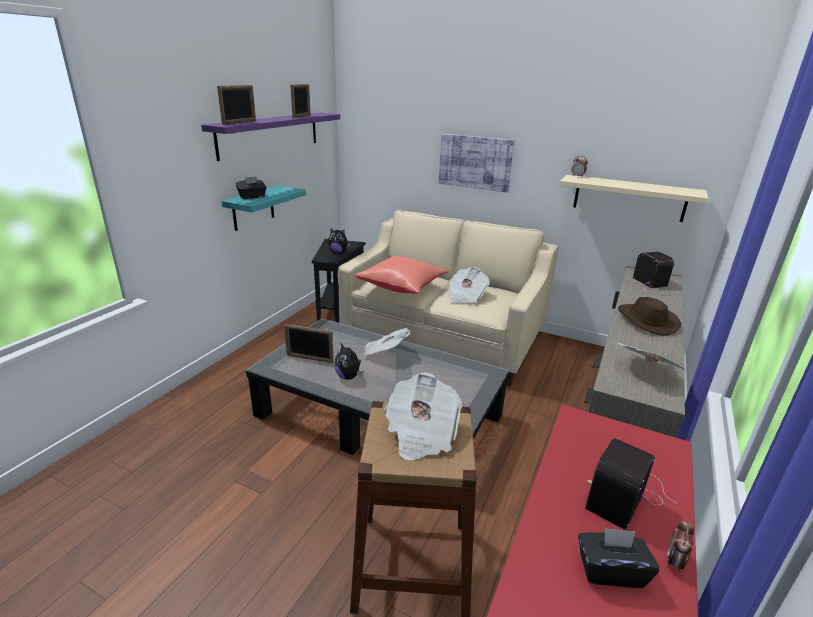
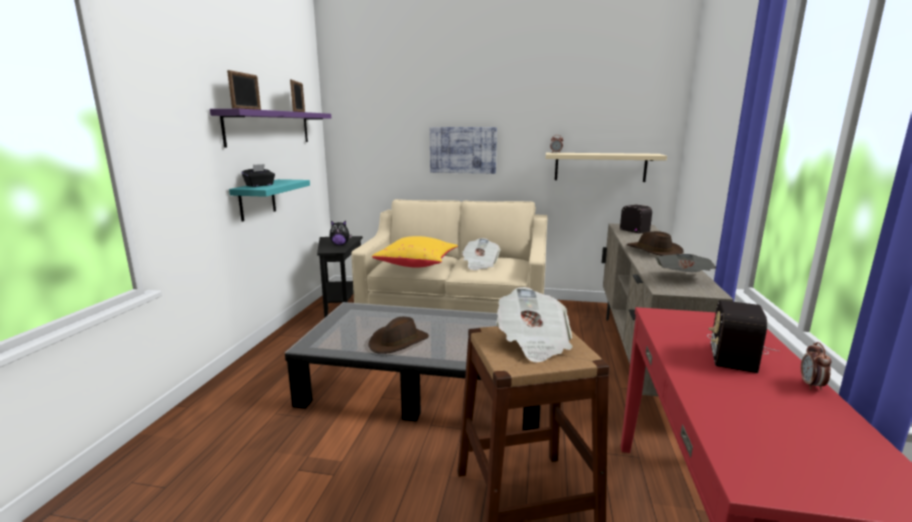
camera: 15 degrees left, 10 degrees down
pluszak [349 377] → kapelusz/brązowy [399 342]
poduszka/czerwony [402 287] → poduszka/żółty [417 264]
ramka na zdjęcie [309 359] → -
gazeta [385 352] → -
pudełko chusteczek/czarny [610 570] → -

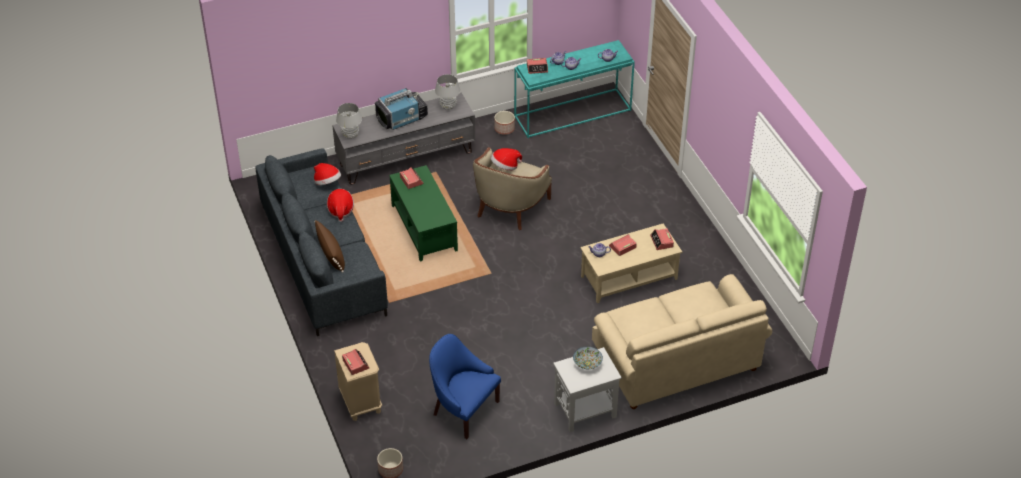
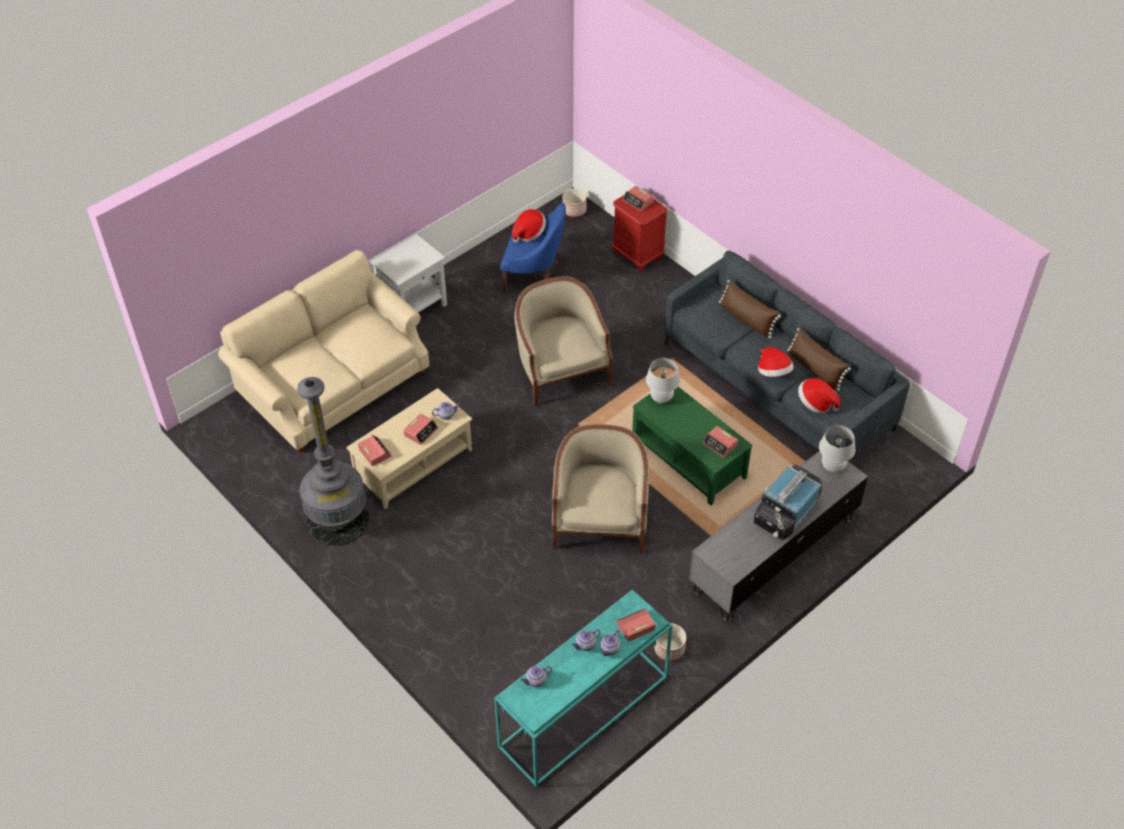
camera: 160 degrees right, 5 degrees up
- → lampa stojąca/szary [338 520]
kapelusz [505 166] → kapelusz [529 233], move
- → fotel/beżowy [561 370]
szafka nocna/beżowy [360 402] → szafka nocna/czerwony [637 256]
lampa stołowa/biały [448 106] → lampa stołowa/biały [661 398], move
- → poduszka/brązowy [815 369]
miska [587 363] → -

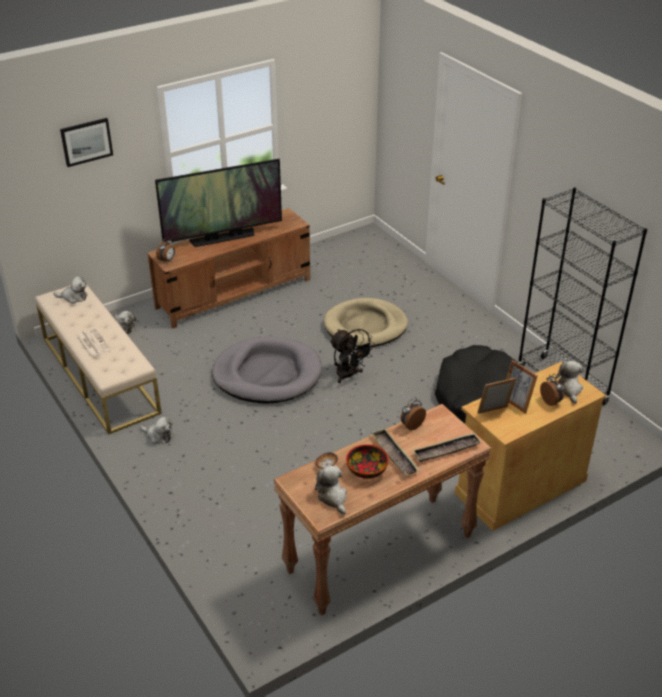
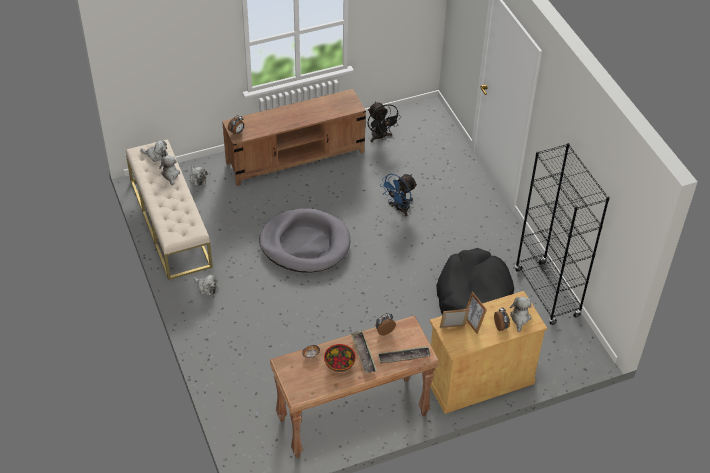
camera: 10 degrees right, 10 degrees up
pluszak [333 497] → pluszak [170 175], move
wentylator/czarny [348 375] → wentylator/czarny [380 137], move
legowisko/beżowy [365 326] → wentylator/niebieski [399 208]
obraz [86 141] → -
gazeta [92 343] → -
telewizor [223 238] → -

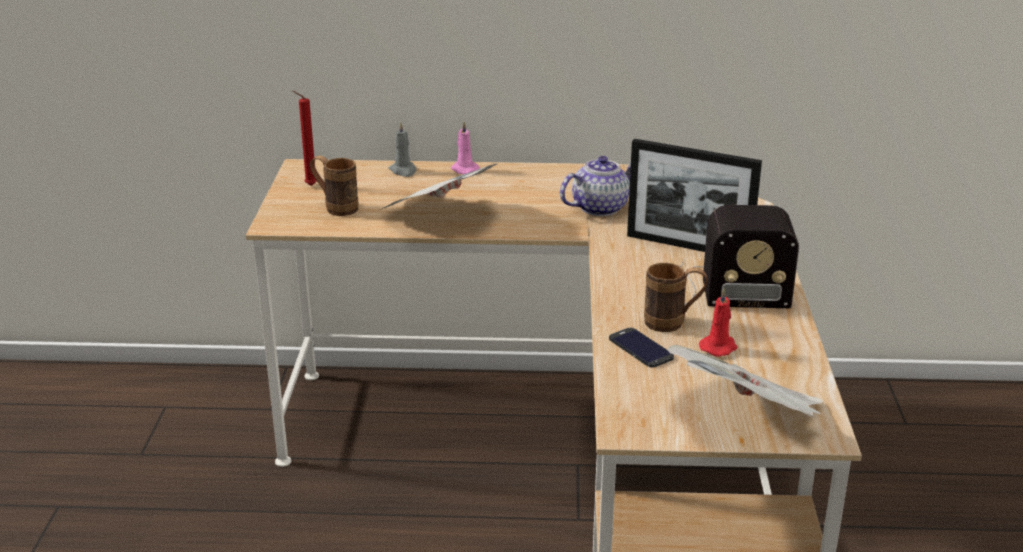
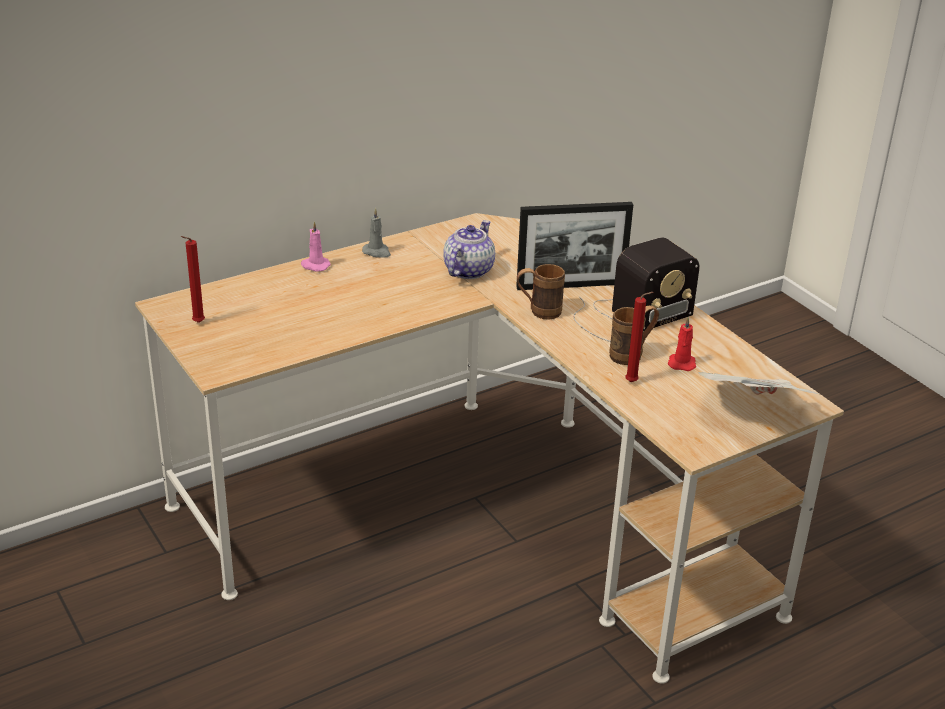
camera: 35 degrees left, 5 degrees up
świeca/szary [403 171] → świeca/szary [377 252], move
kubek/brązowy [335 207] → kubek/brązowy [538 312], move
telefon [641 348] → świeca/czerwony [633 382]
gazeta [437 216] → -

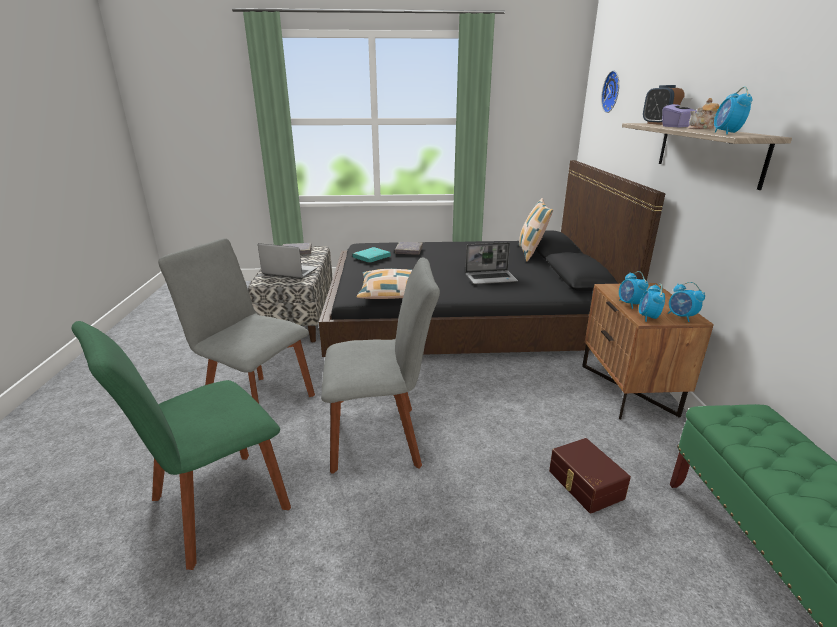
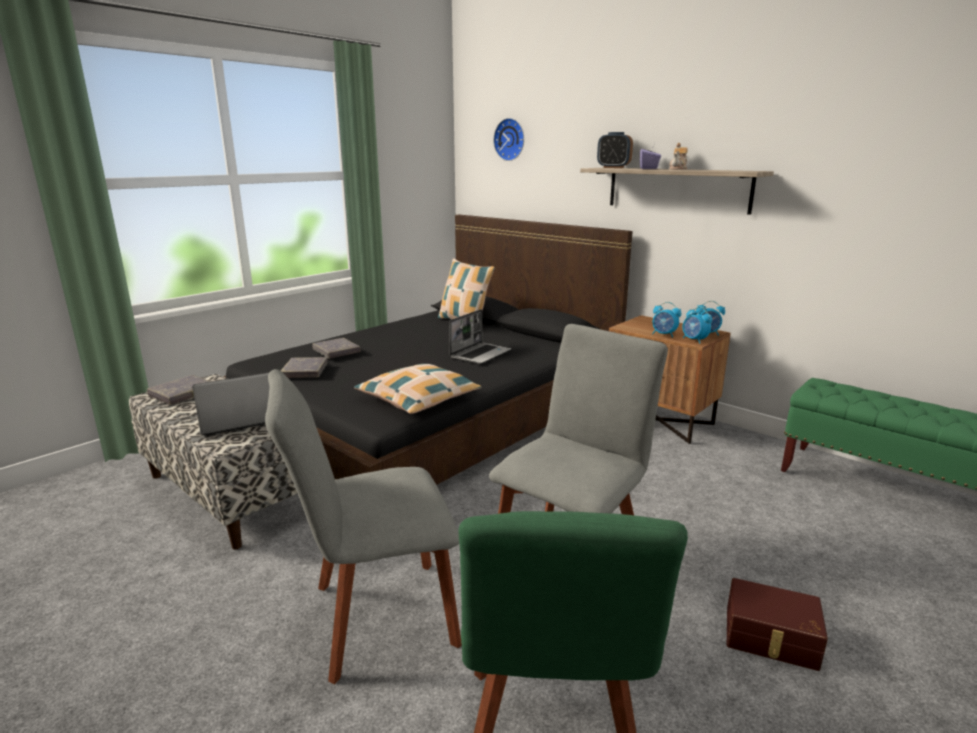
camera: 45 degrees left, 5 degrees down
książka/turkusowy [371 257] → książka/szary [305 371]
pojemnik do przechowywania/brązowy [584 485] → pojemnik do przechowywania/brązowy [771 638], move
budzik [726 133] → -

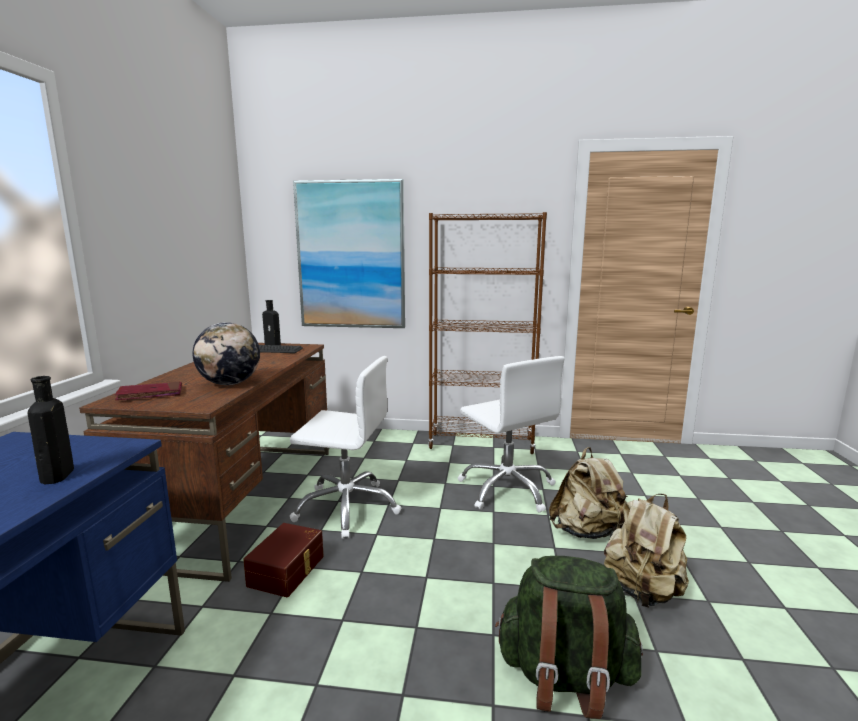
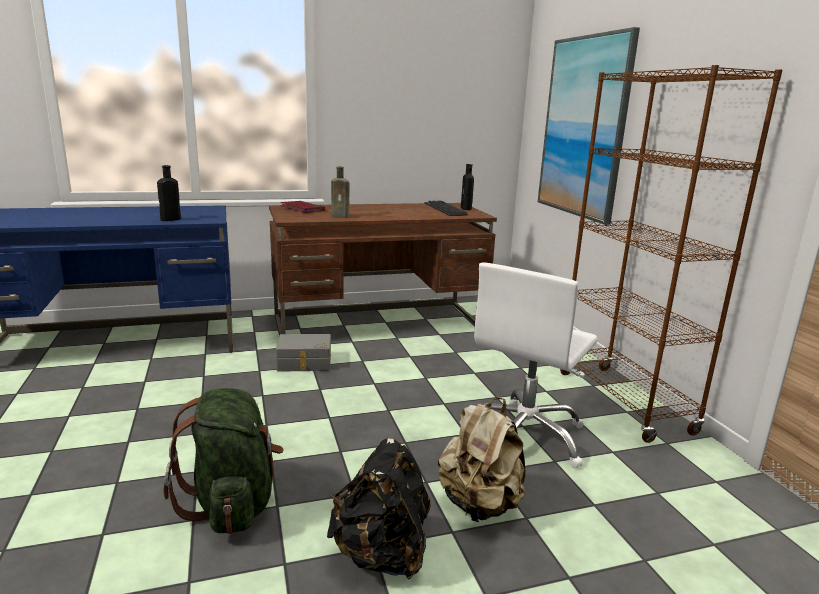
camera: 65 degrees right, 5 degrees up
pojemnik do przechowywania/brązowy [288 571] → pojemnik do przechowywania/szary [304 363]
plecak/beżowy [643 591] → plecak/czarny [382 554]
globus [230 383] → butelka/brązowy [341 216]
krzesło biurowe/biały [347 507] → -

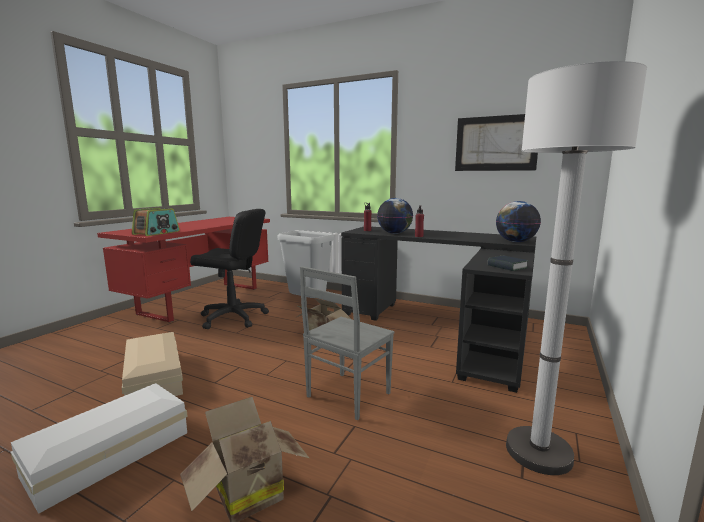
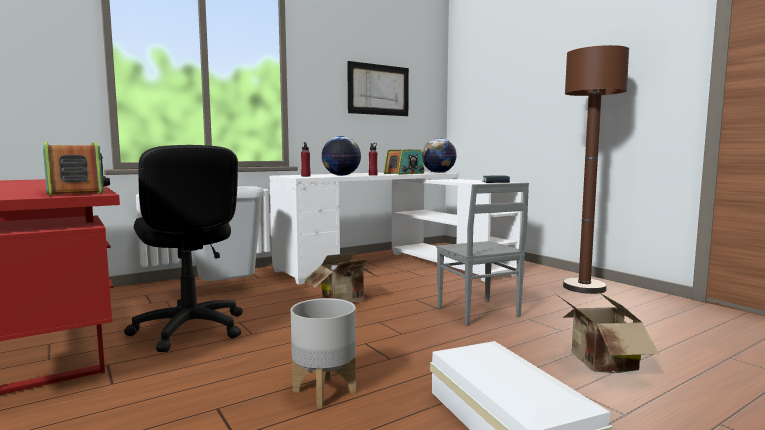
camera: 60 degrees left, 5 degrees down
krzesło biurowe/czarny [233 318] → krzesło biurowe/czarny [190 329], 105 degrees clockwise
biurko/czarny [445 329] → biurko/biały [396 266]
pojemnik do przechowywania/beżowy [155 376] → donica/szary [324 391]
- → radio [404 173]
lampa stojąca/biały [538 452] → lampa stojąca/brązowy [584 287]

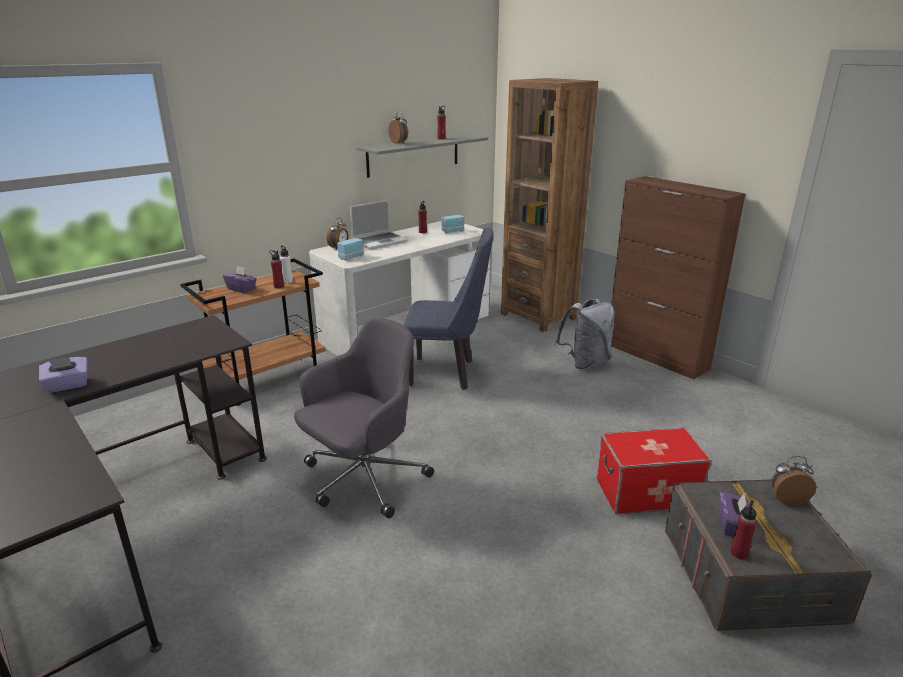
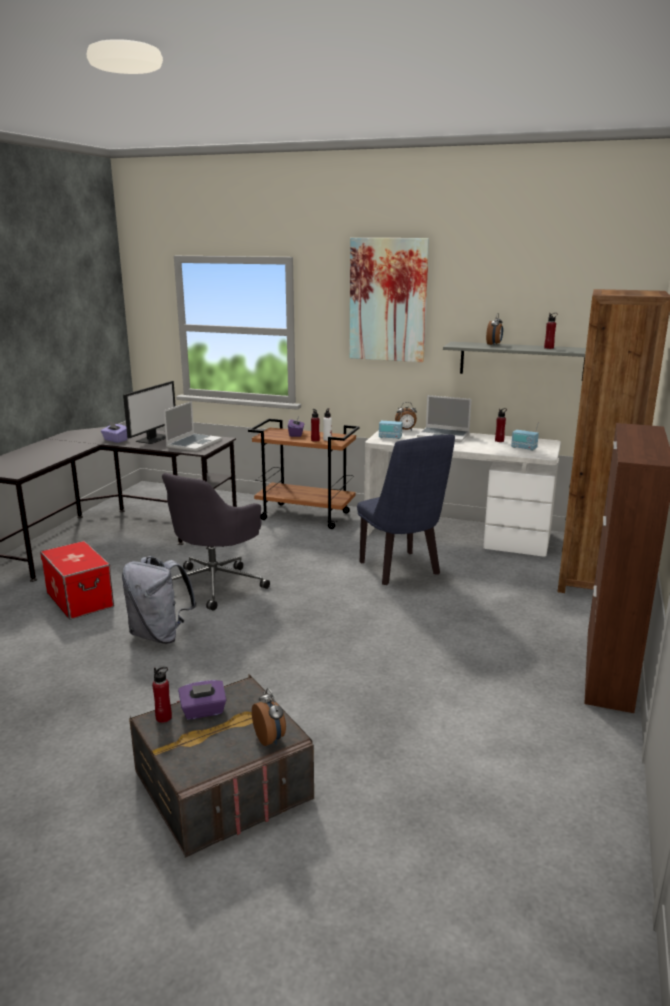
camera: 60 degrees right, 5 degrees down
pojemnik do przechowywania [647 492] → pojemnik do przechowywania [80 599], move
plecak/szary [585 362] → plecak/szary [160 635], move
- → monitor [153 438]
krzesło biurowe/szary [363 479] → krzesło biurowe/szary [215 584], 105 degrees clockwise
- → laptop [194 443]
- → obraz [388 300]

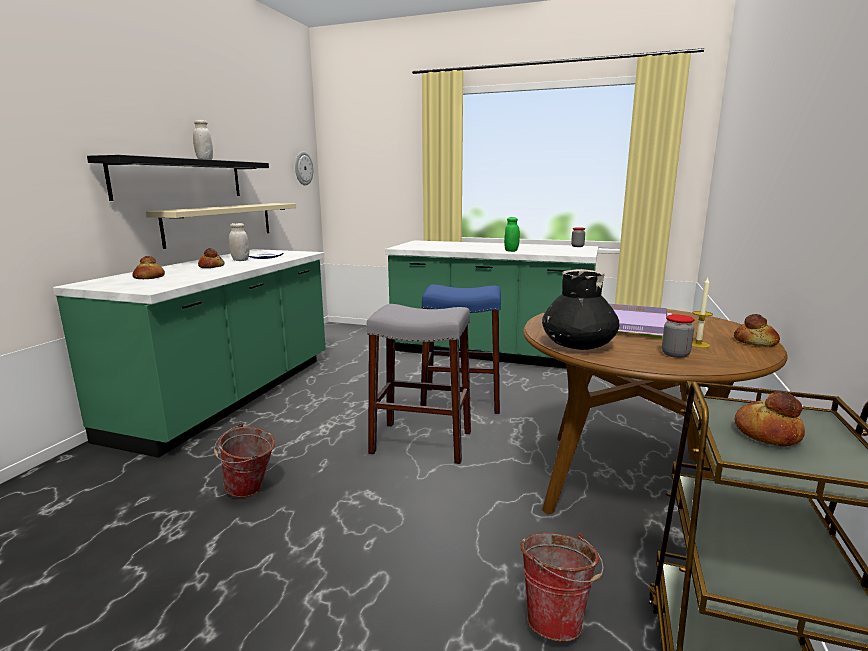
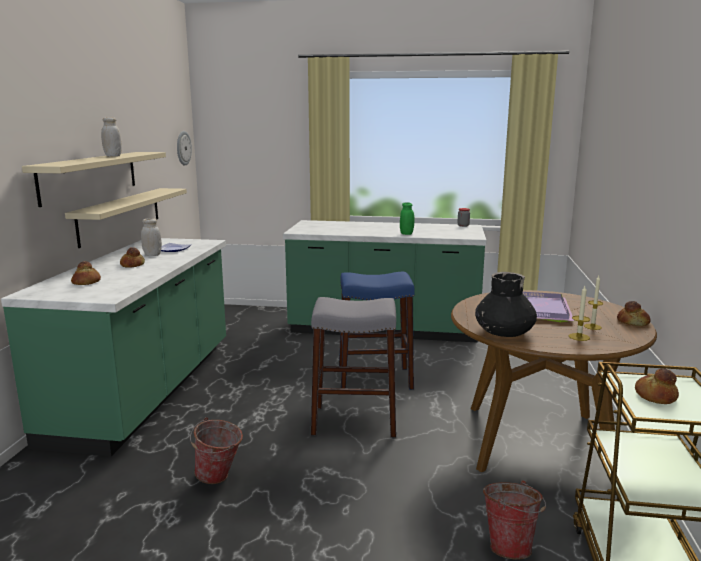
camera: 10 degrees left, 0 degrees up
półka/czarny [181 179] → półka/beżowy [90 176]
słoik [675 354] → świeca [579 337]

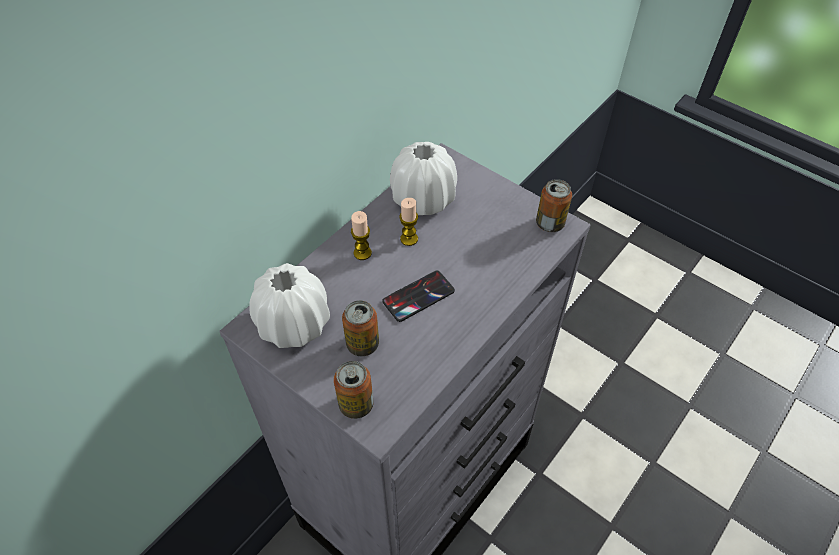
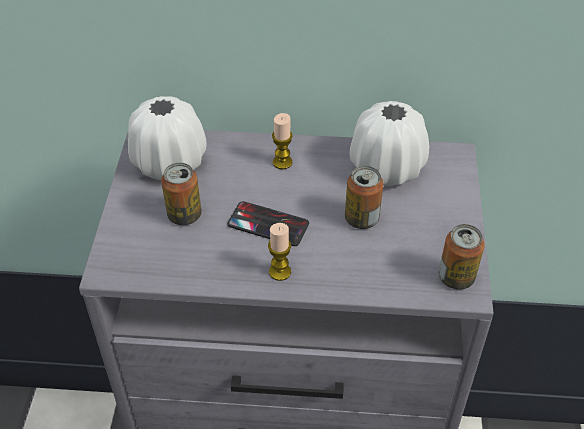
camera: 55 degrees right, 5 degrees down
świeca [409 239] → świeca [280 272], move
puszka [356 404] → puszka [361 219], move

